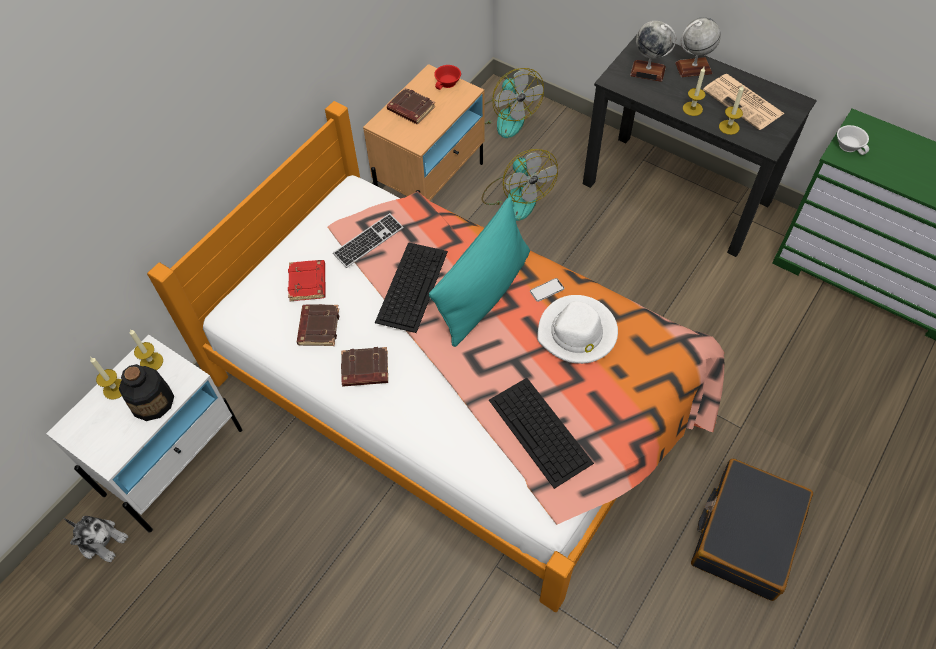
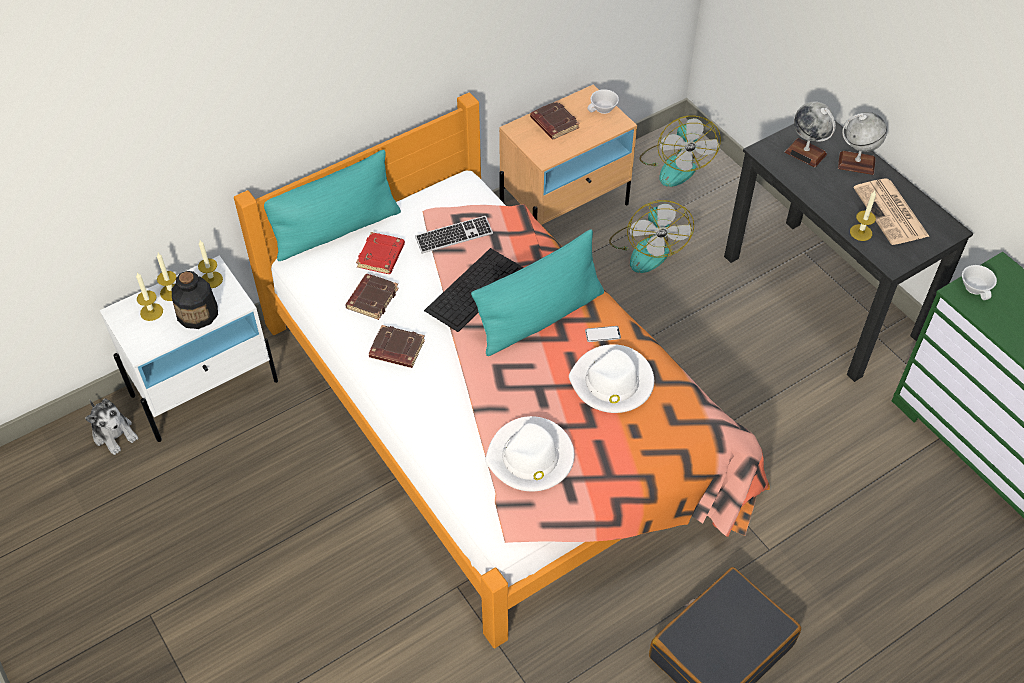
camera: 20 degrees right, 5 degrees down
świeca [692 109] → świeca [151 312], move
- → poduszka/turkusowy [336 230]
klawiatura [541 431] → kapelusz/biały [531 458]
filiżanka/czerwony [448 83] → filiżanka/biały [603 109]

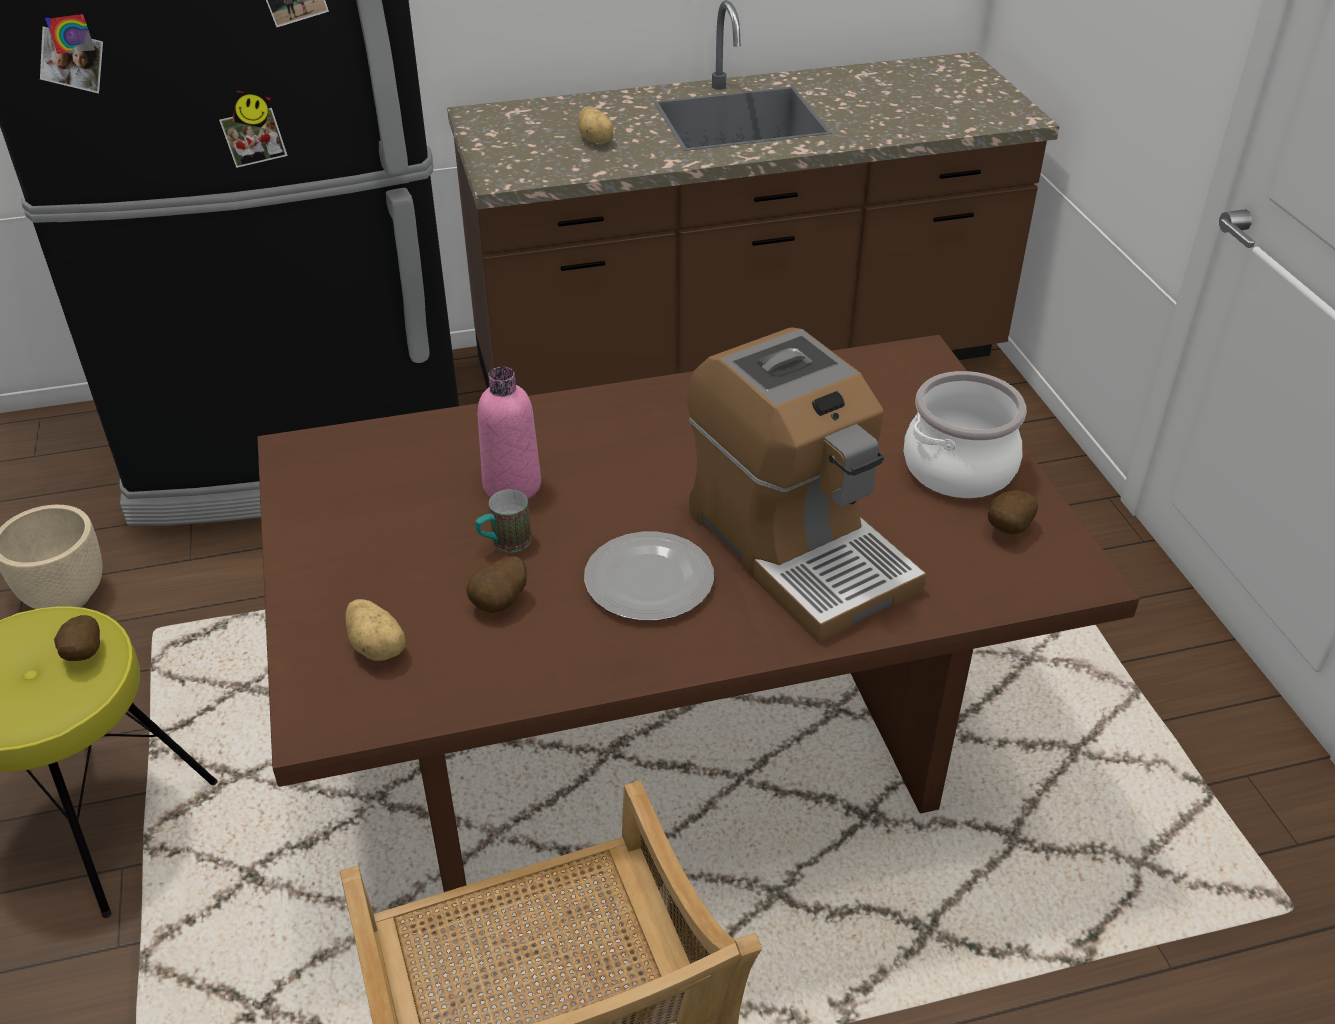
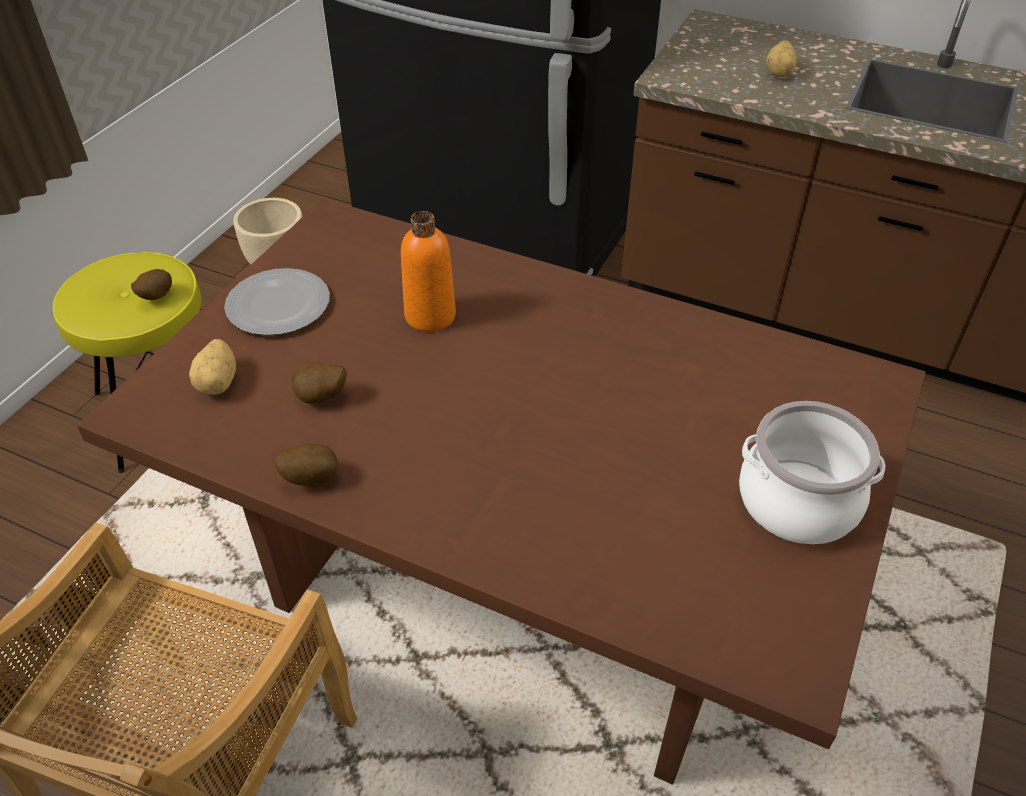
camera: 40 degrees right, 5 degrees up
talerz [651 580] → talerz [279 306], move
ziemniak [1006 529] → ziemniak [311 478], move
butelka/różowy [512 485] → butelka/pomarańczowy [430 316]
kubek [504 543] → -
ekspres do kawy [798 547] → -

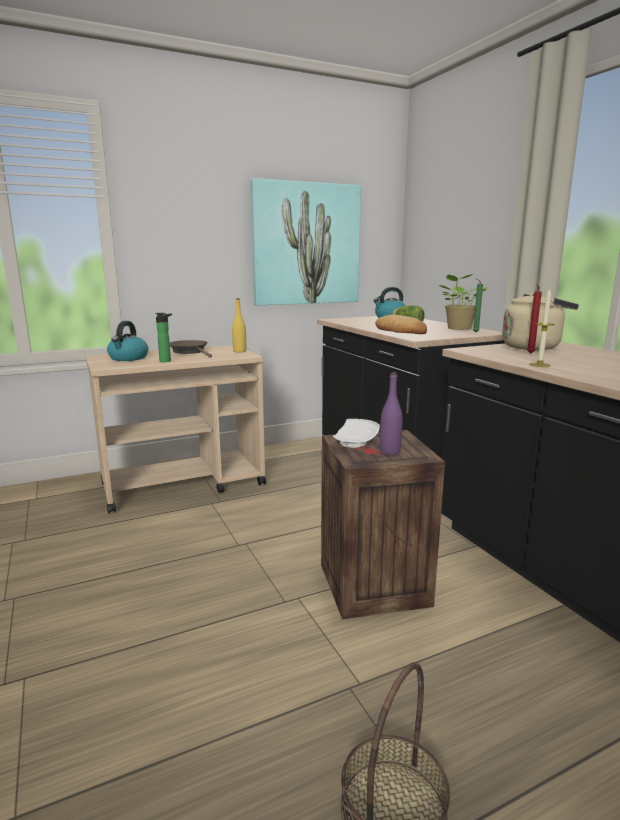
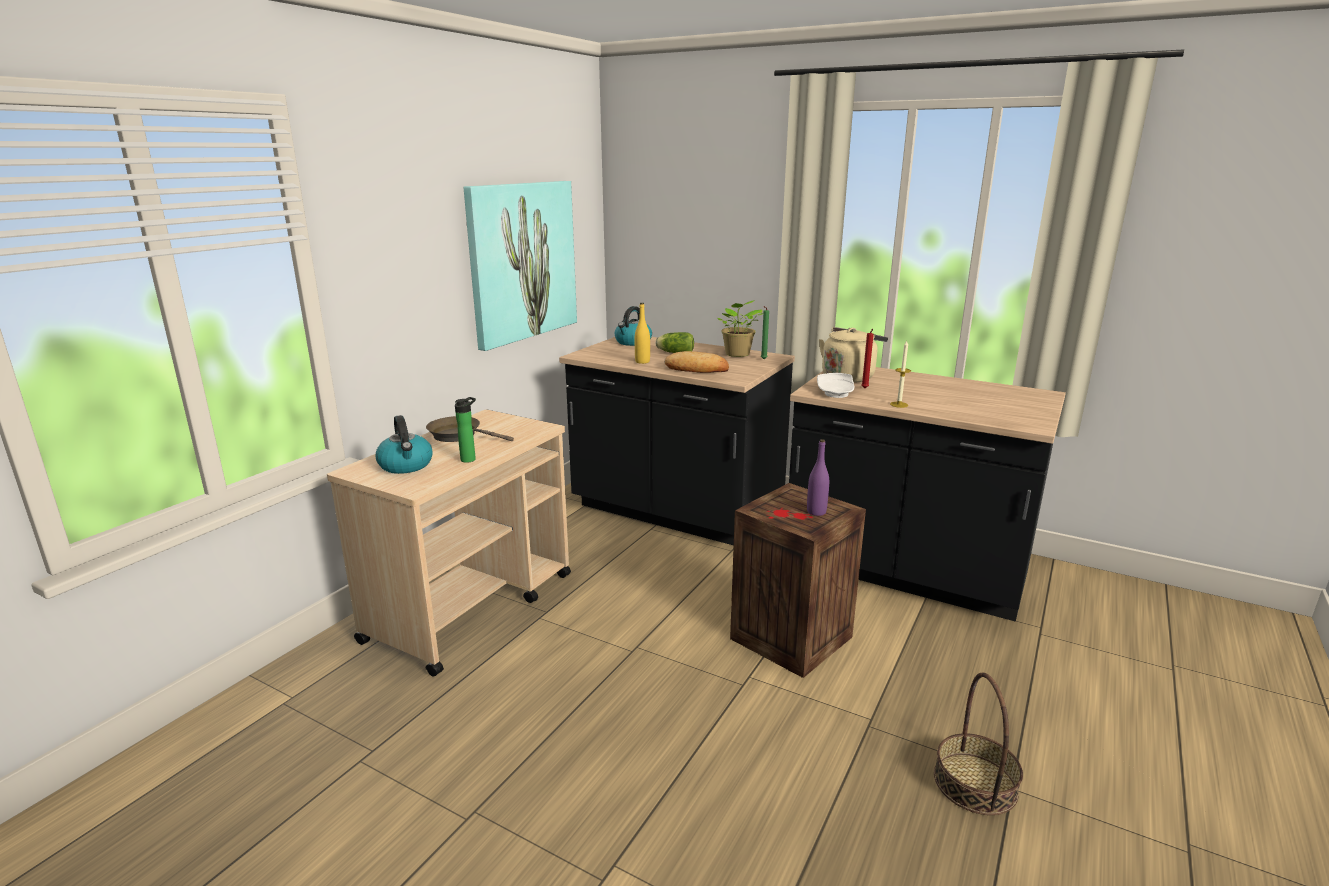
camera: 35 degrees left, 5 degrees up
butelka/żółty [239 351] → butelka/żółty [642 362], move
talerz/biały [355 442] → talerz/biały [836 393], move

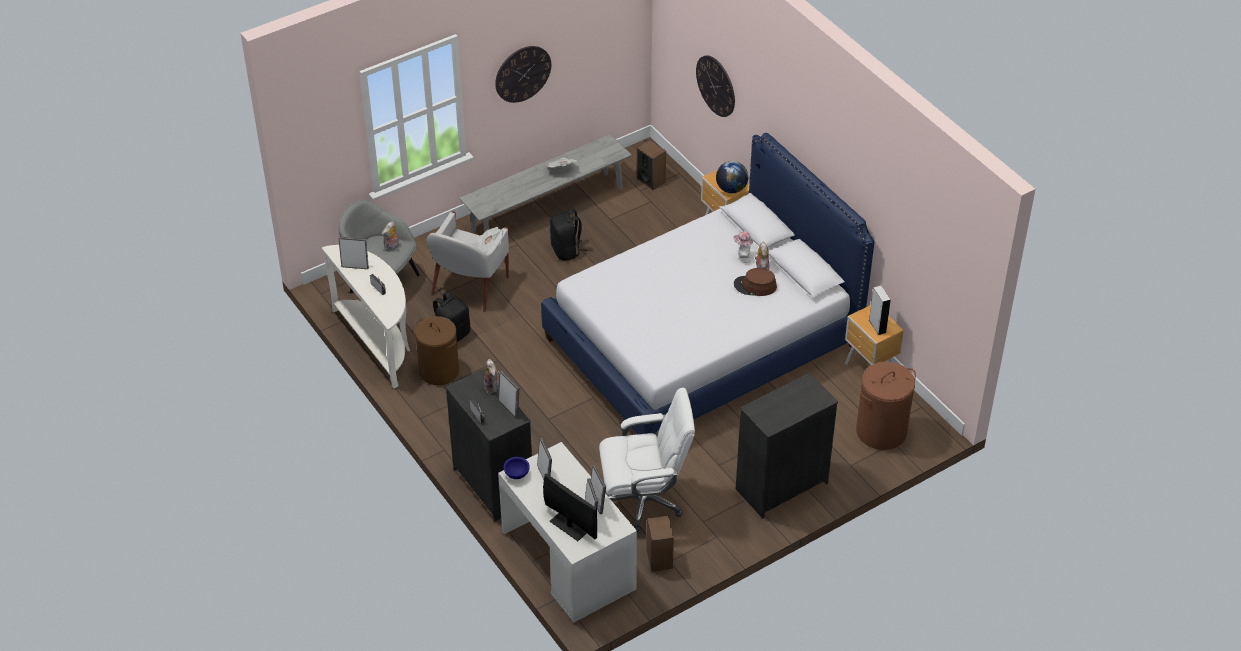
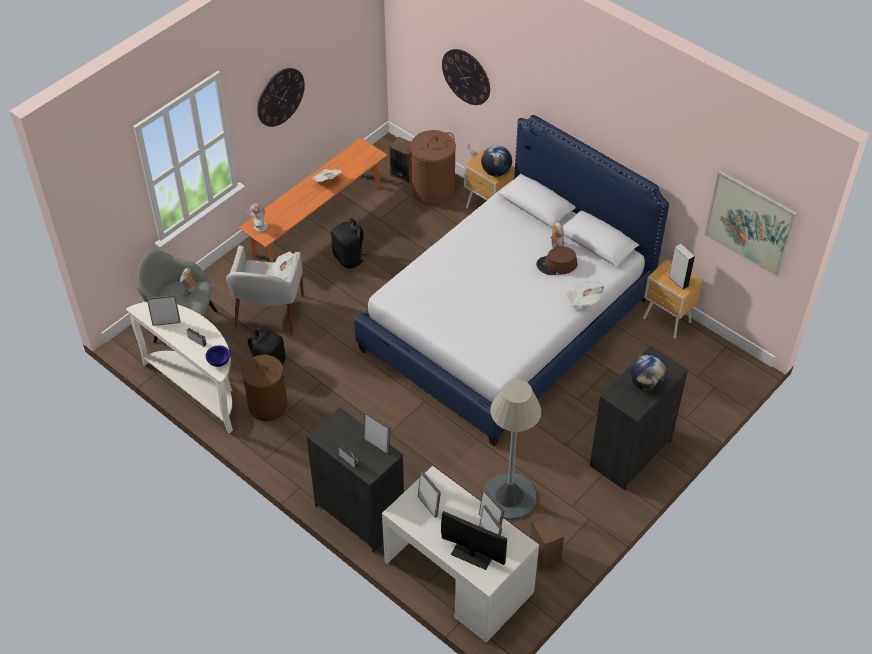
camera: 15 degrees left, 5 degrees up
miska/niebieski [517 474] → miska/niebieski [219 361], move
ławka/szary [547 209] → ławka/pomarańczowy [317 220]
kapelusz [742 257] → kapelusz [258 227], move
kosz na pranie/brązowy [881 431] → kosz na pranie/brązowy [433 191], move
krzesło biurowe/biały [644 500] → lampa stojąca/szary [509 497]
- → gazeta [584 300]
- → globus [646 383]
- → obraz [750 222]
pluszak [493 387] → -

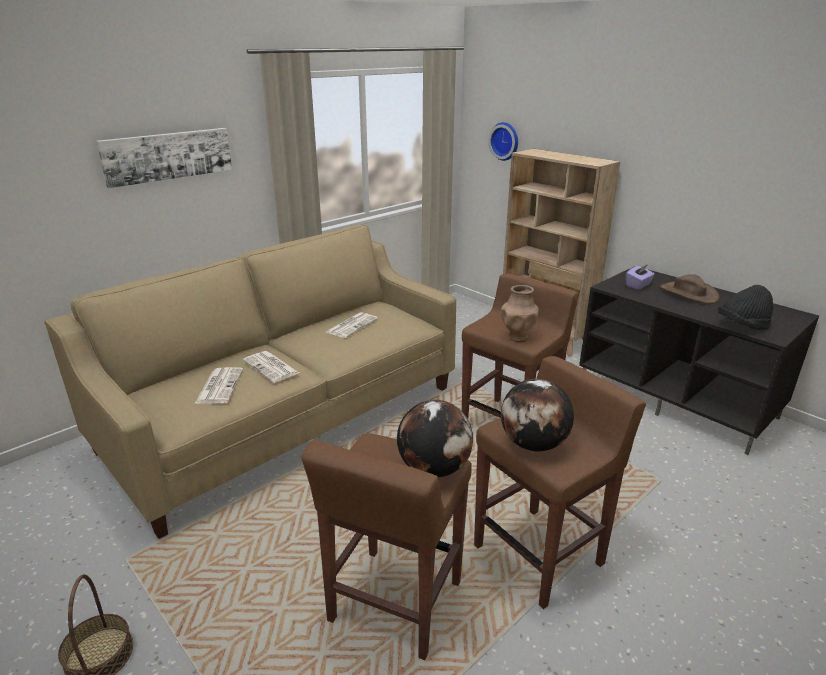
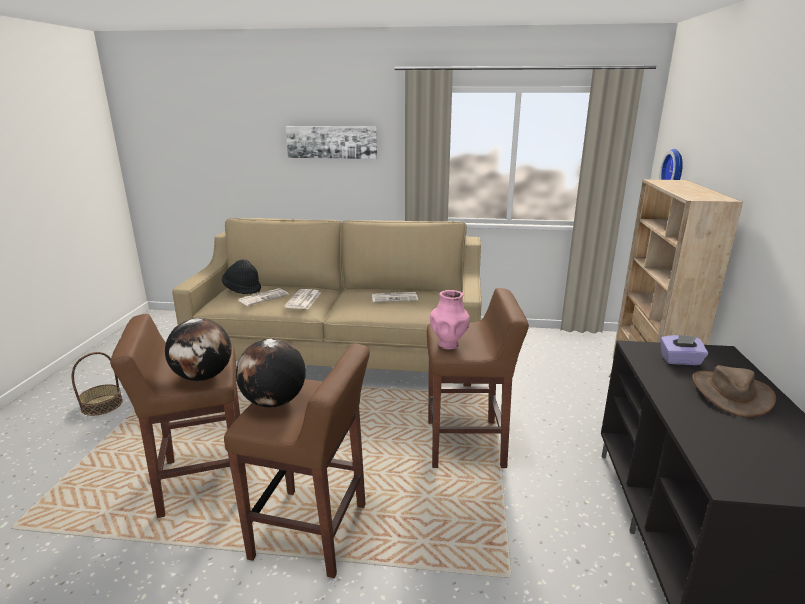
camera: 50 degrees right, 5 degrees down
kapelusz/czarny [742 326] → kapelusz/czarny [242 289], move
wazon/brązowy [518 337] → wazon/różowy [448 344]

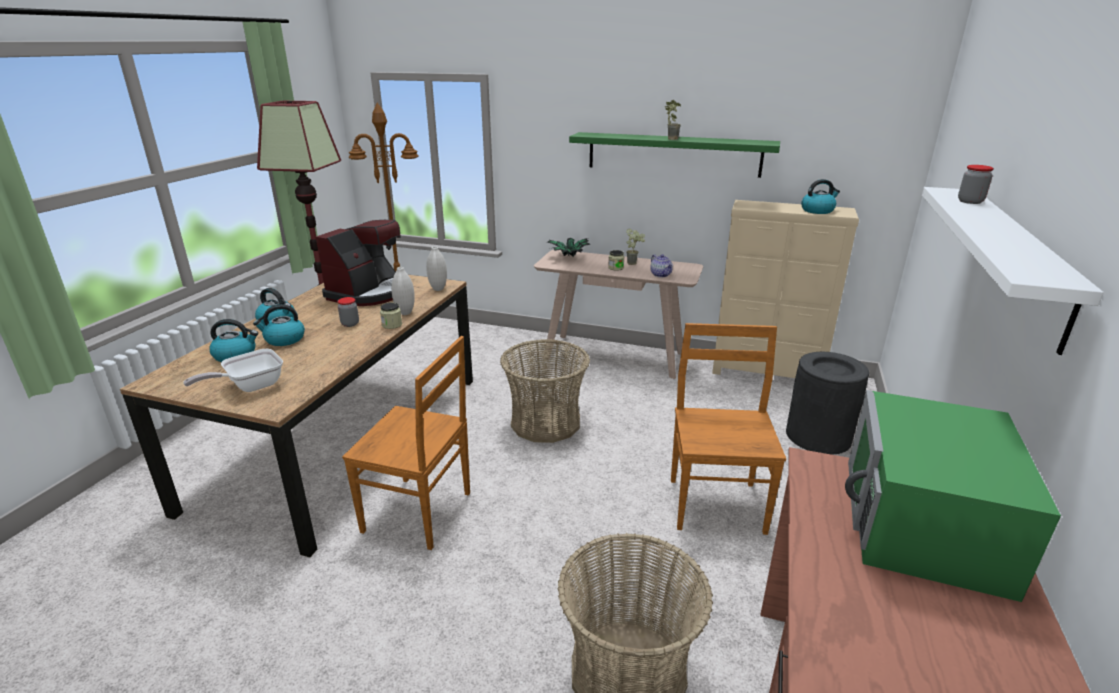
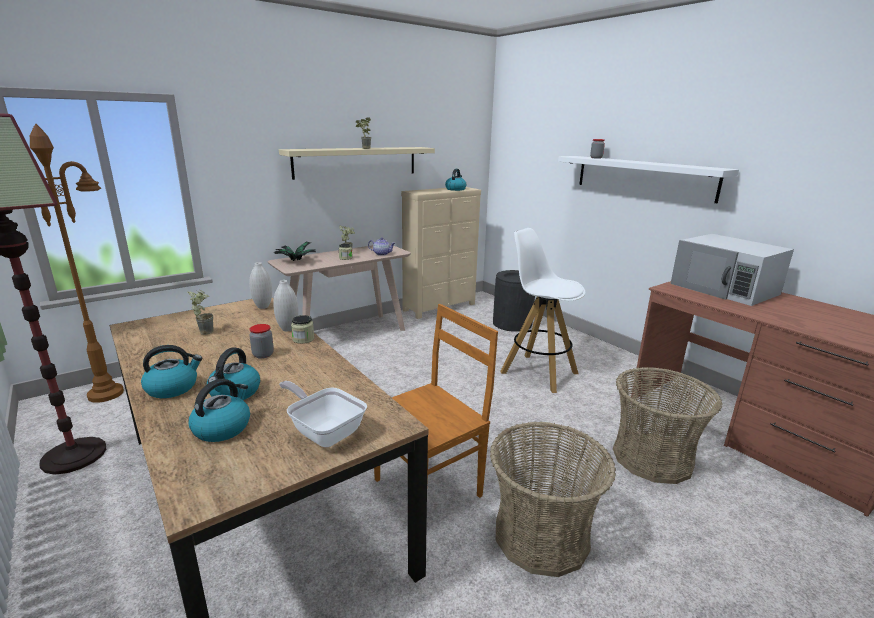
camera: 55 degrees left, 5 degrees down
ekspres do kawy [370 293] → roślina doniczkowa [204 331]
półka/zielony [673 154] → półka/beżowy [356 162]
patelnia [250 386] → patelnia [324 431], 135 degrees clockwise
koszyk [545 422] → koszyk [541 536], move
krzesło/brązowy [716 503] → stołek/biały [538 372]
mikrofalówka/zielony [923 523] → mikrofalówka/biały [725 289]

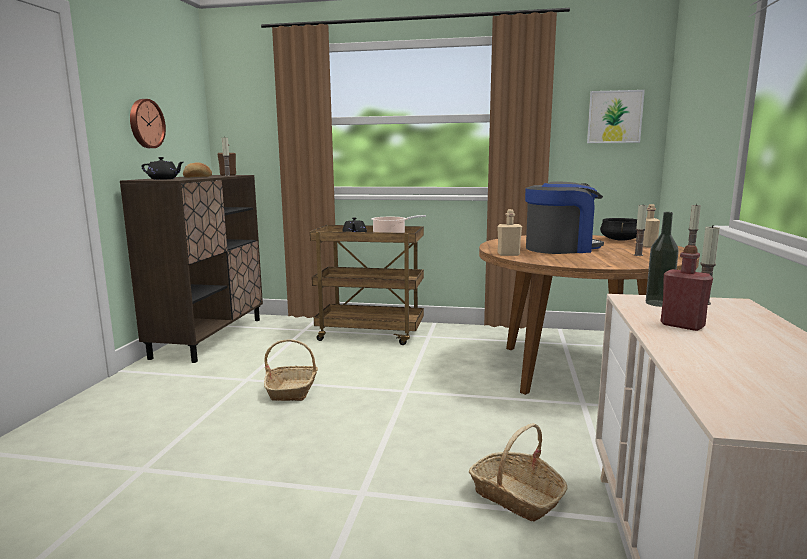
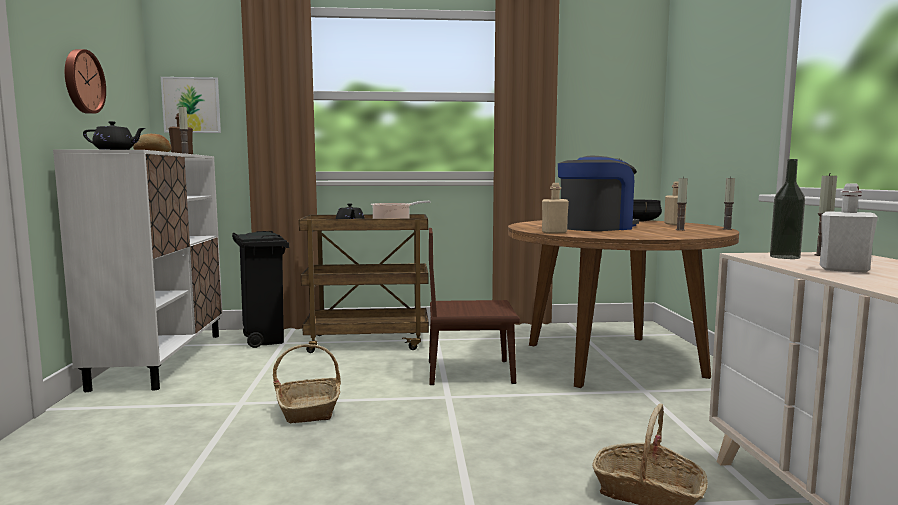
camera: 15 degrees left, 5 degrees down
szafka/brązowy [209 337] → szafka/biały [161 359]
obraz [614 117] → obraz [191 105], move
- → kosz na śmieci/czarny [264 341]
- → krzesło/brązowy [470 372]
butelka/czerwony [682 325] → butelka/biały [843 270]

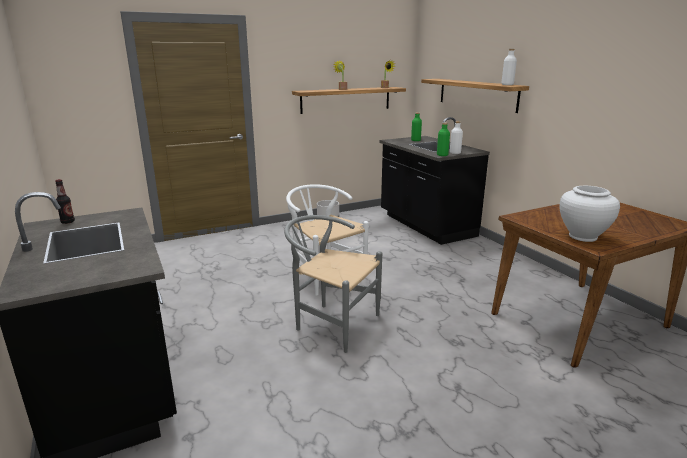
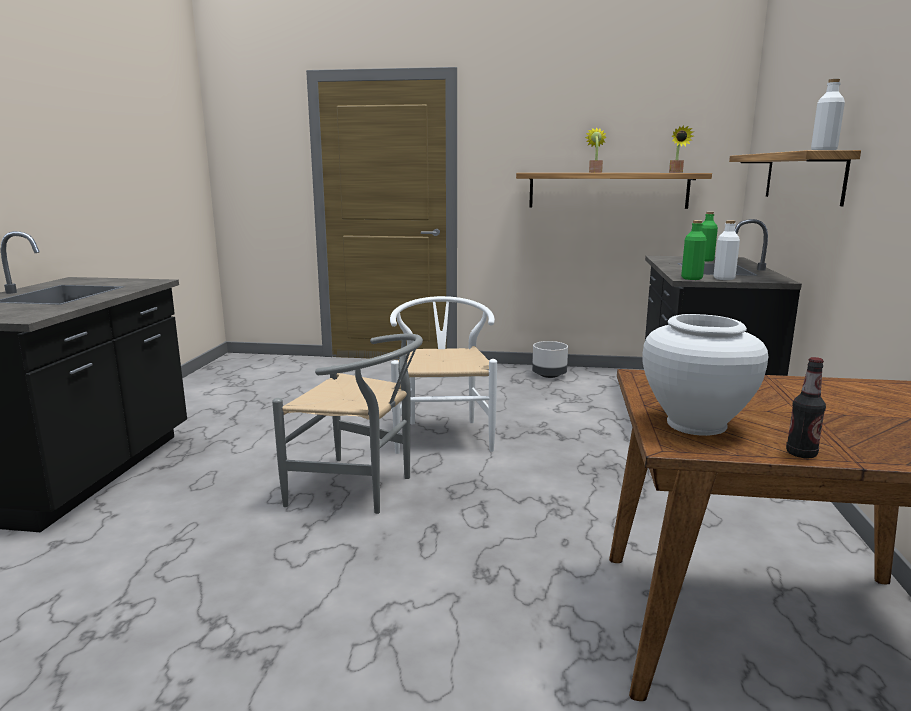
camera: 35 degrees right, 5 degrees down
krzesło/szary [331 323] → krzesło/szary [361 489], 135 degrees clockwise
butelka [68 222] → butelka [801 454], move

